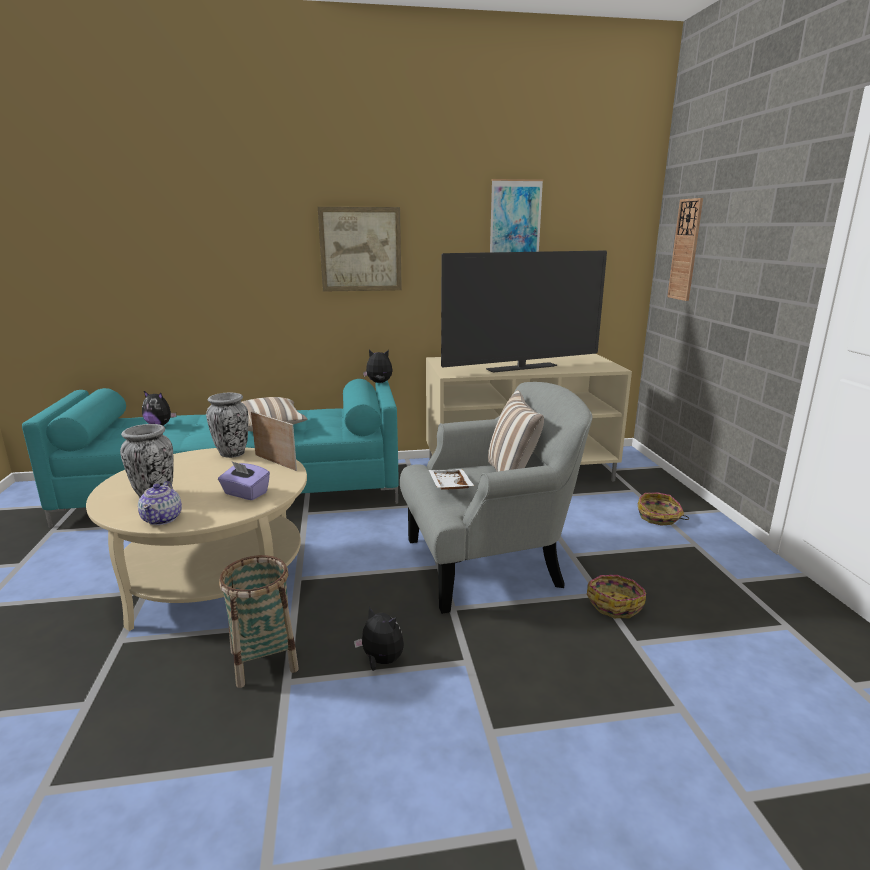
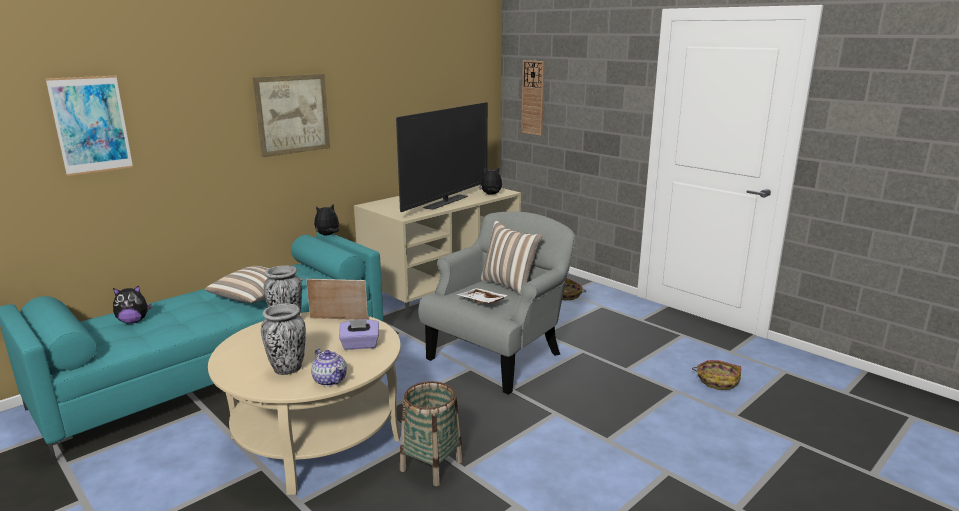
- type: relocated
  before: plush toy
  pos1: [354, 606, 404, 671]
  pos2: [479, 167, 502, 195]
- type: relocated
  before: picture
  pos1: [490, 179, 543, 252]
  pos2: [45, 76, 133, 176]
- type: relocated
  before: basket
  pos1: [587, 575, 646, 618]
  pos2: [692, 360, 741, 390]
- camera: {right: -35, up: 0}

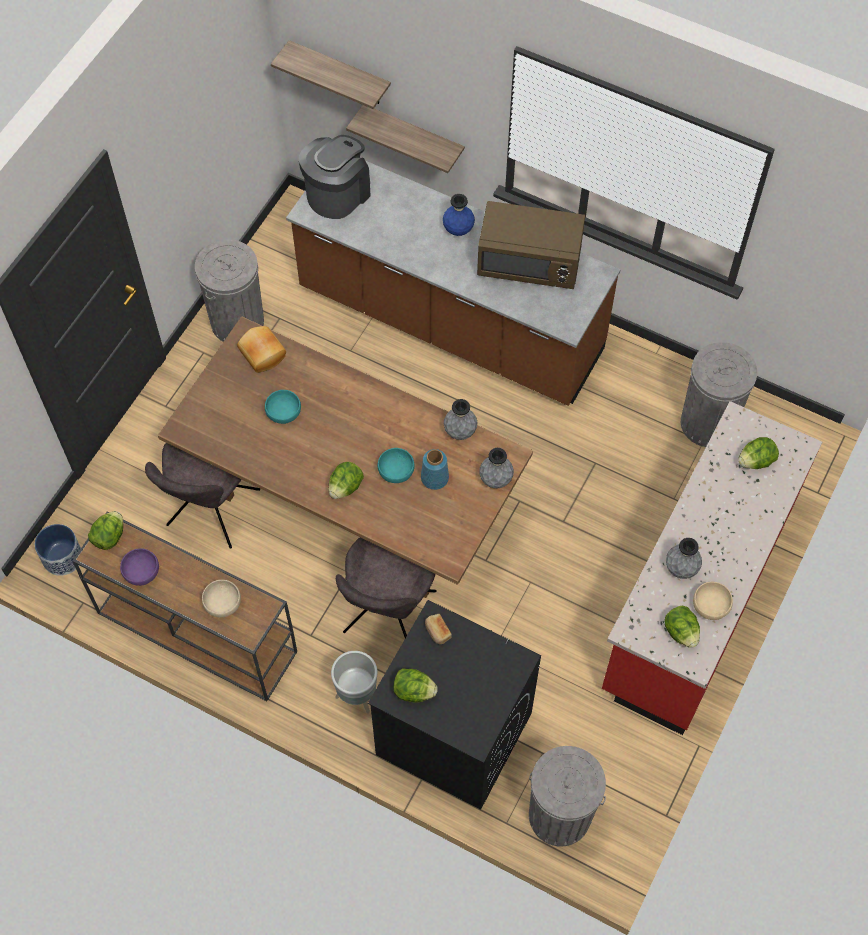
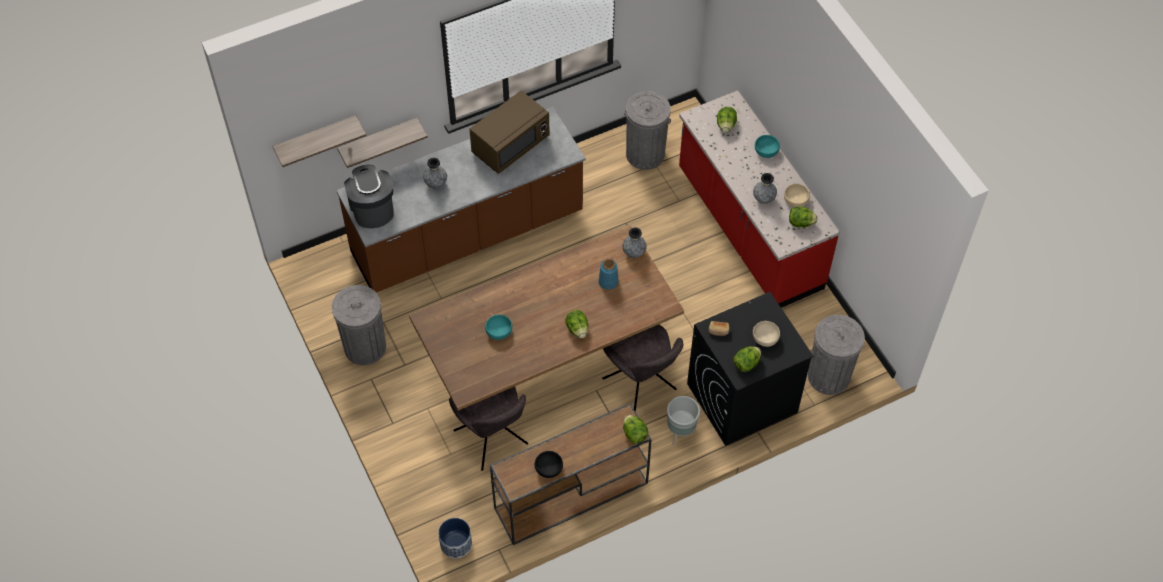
- type: missing
  before: bread
  pos1: [237, 326, 286, 373]
- type: missing
  before: blue vase
  pos1: [443, 194, 475, 236]
- type: relocated
  before: lettuce
  pos1: [88, 511, 123, 550]
  pos2: [623, 415, 648, 444]
- type: relocated
  before: beige bowl
  pos1: [202, 580, 241, 617]
  pos2: [753, 321, 780, 347]
- type: relocated
  before: turquoise bowl
  pos1: [378, 448, 415, 483]
  pos2: [755, 135, 780, 158]
- type: relocated
  before: grey vase
  pos1: [444, 399, 477, 440]
  pos2: [423, 158, 447, 189]
- type: colour
  before: purple bowl
  after: black bowl
  pos1: [120, 548, 159, 586]
  pos2: [535, 451, 563, 478]
- camera: {right: -55, up: -5}

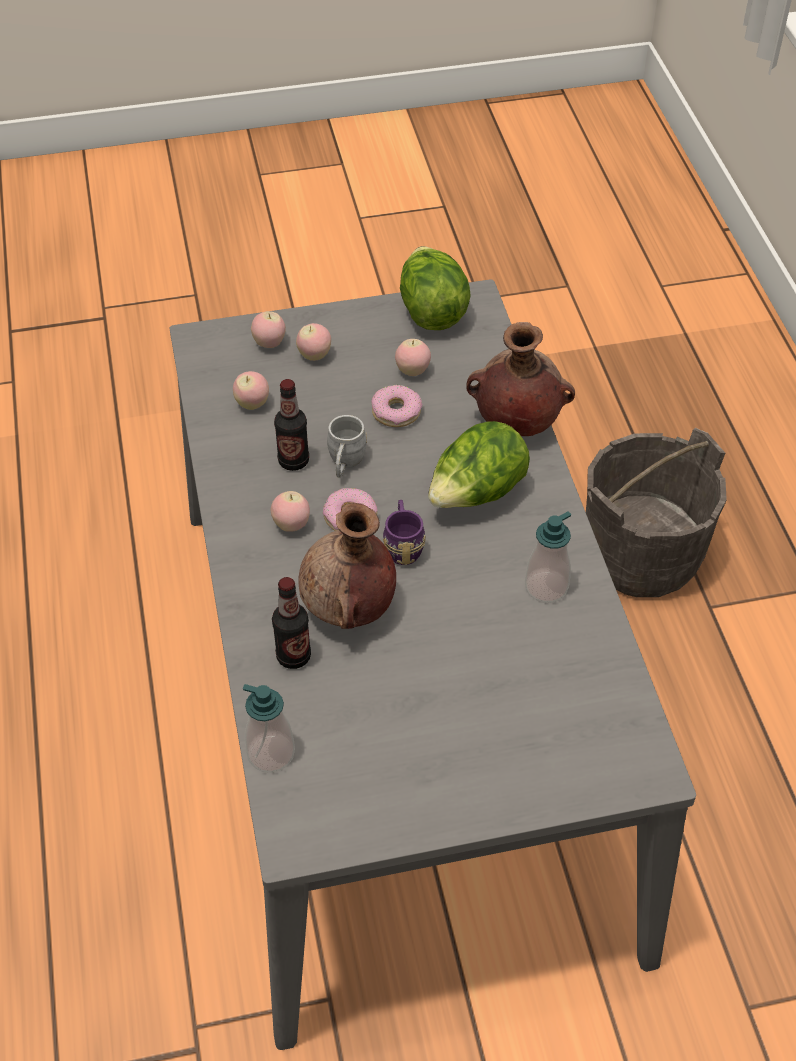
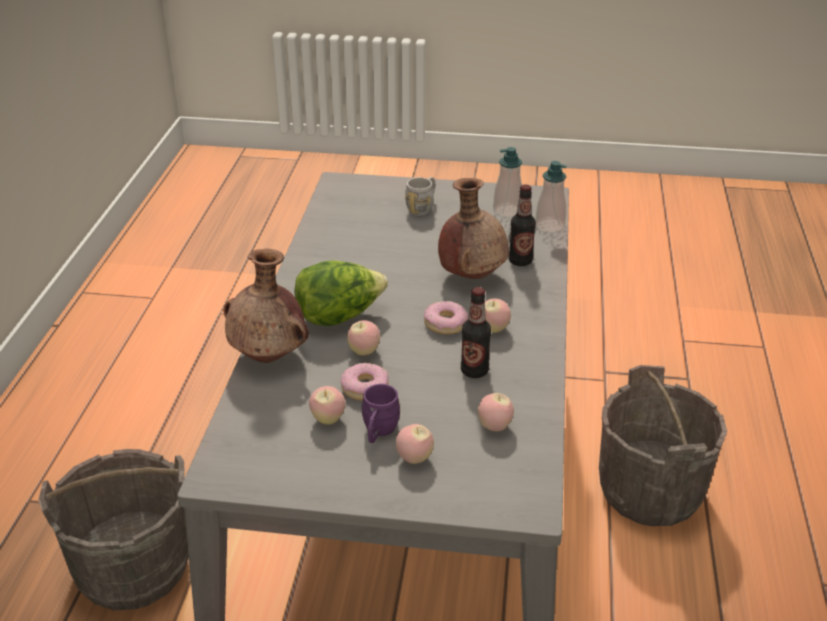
- type: missing
  before: lettuce
  pos1: [400, 246, 471, 330]
- type: appeared
  after: grey bucket
  pos2: [599, 365, 727, 526]
- type: relocated
  before: apple
  pos1: [251, 311, 286, 348]
  pos2: [347, 320, 380, 355]
- type: relocated
  before: grey mug
  pos1: [327, 415, 367, 478]
  pos2: [405, 177, 435, 216]
- type: relocated
  before: purple mug
  pos1: [383, 500, 426, 565]
  pos2: [362, 384, 400, 443]
- type: relocated
  before: soap dispenser
  pos1: [525, 512, 571, 603]
  pos2: [493, 147, 522, 218]
- camera: {right: -160, up: -15}

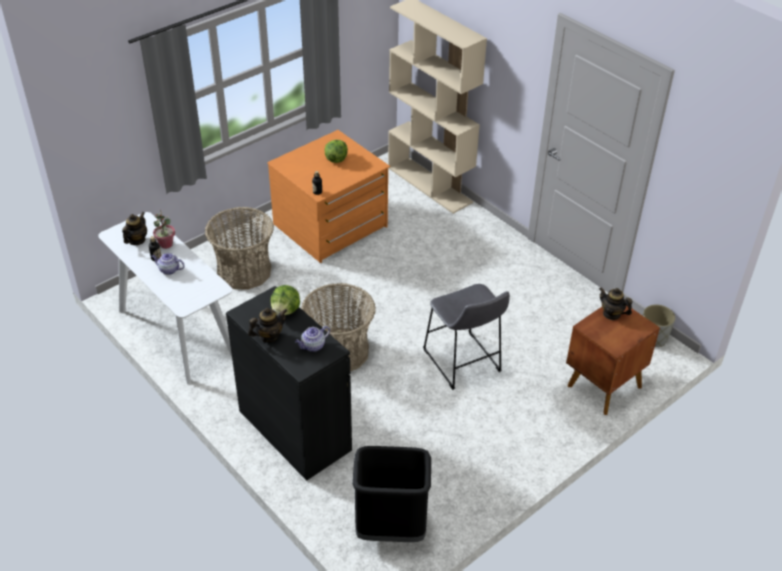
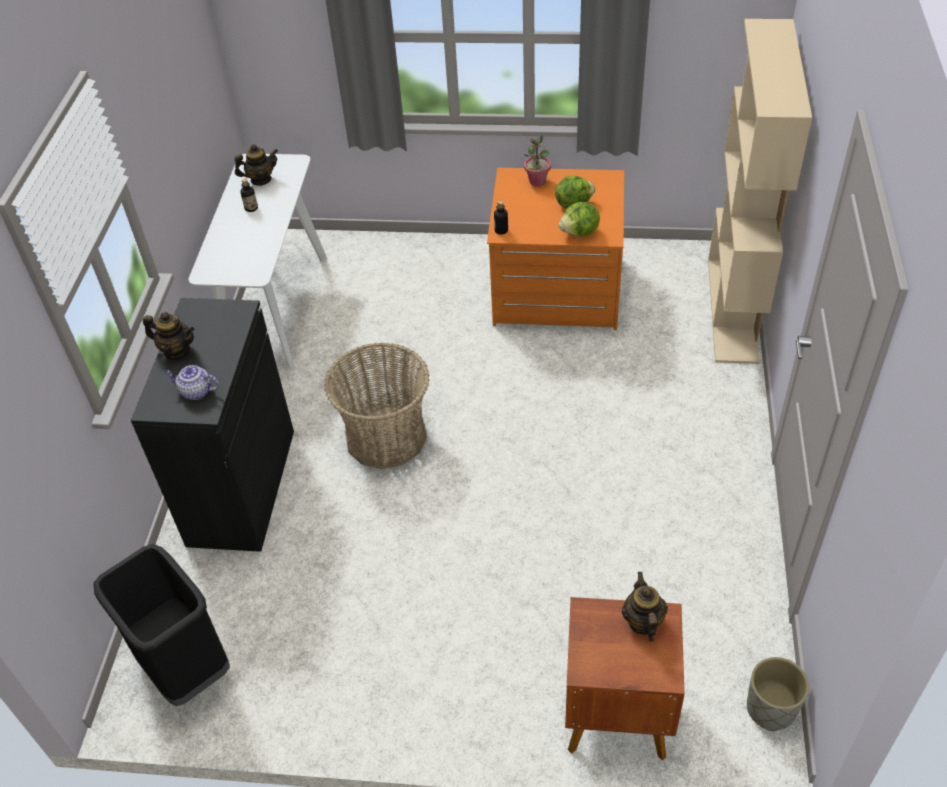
- type: missing
  before: teapot
  pos1: [151, 253, 185, 275]
- type: missing
  before: basket
  pos1: [205, 207, 274, 289]
- type: missing
  before: grey stool
  pos1: [423, 284, 510, 390]
- type: relocated
  before: potted plant
  pos1: [153, 210, 175, 249]
  pos2: [524, 134, 551, 186]
- type: relocated
  before: lettuce
  pos1: [270, 285, 300, 316]
  pos2: [559, 202, 600, 237]
- camera: {right: 50, up: 5}

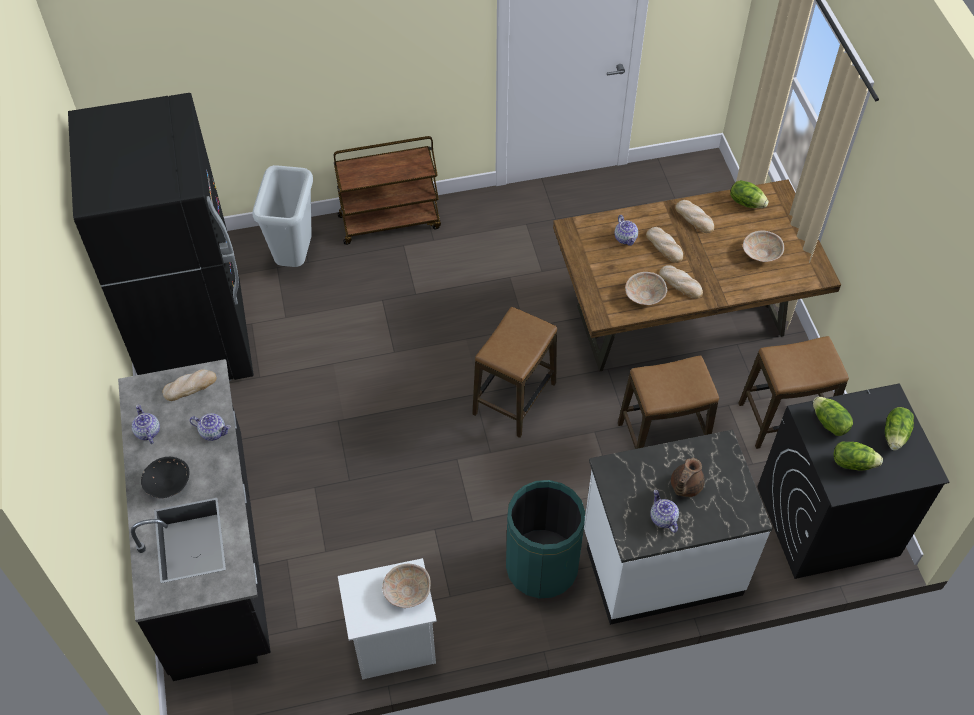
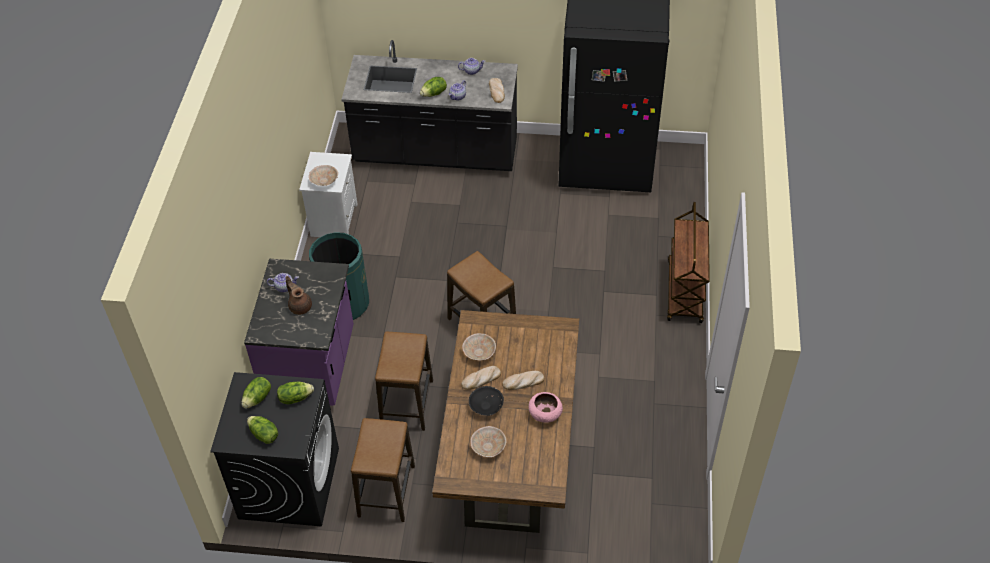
- type: missing
  before: grey trash can
  pos1: [252, 165, 313, 267]
- type: missing
  before: teapot
  pos1: [615, 215, 638, 246]
- type: relocated
  before: black bowl
  pos1: [141, 457, 189, 498]
  pos2: [469, 386, 504, 416]
- type: relocated
  before: lettuce
  pos1: [730, 180, 769, 208]
  pos2: [420, 77, 447, 97]
- type: exchanged
  before: bread
  after: pink bowl
  pos1: [675, 200, 714, 233]
  pos2: [528, 392, 563, 423]
- type: colour
  before: white counter
  after: purple counter
  pos1: [584, 430, 773, 625]
  pos2: [244, 259, 354, 406]
- camera: {right: 110, up: -5}

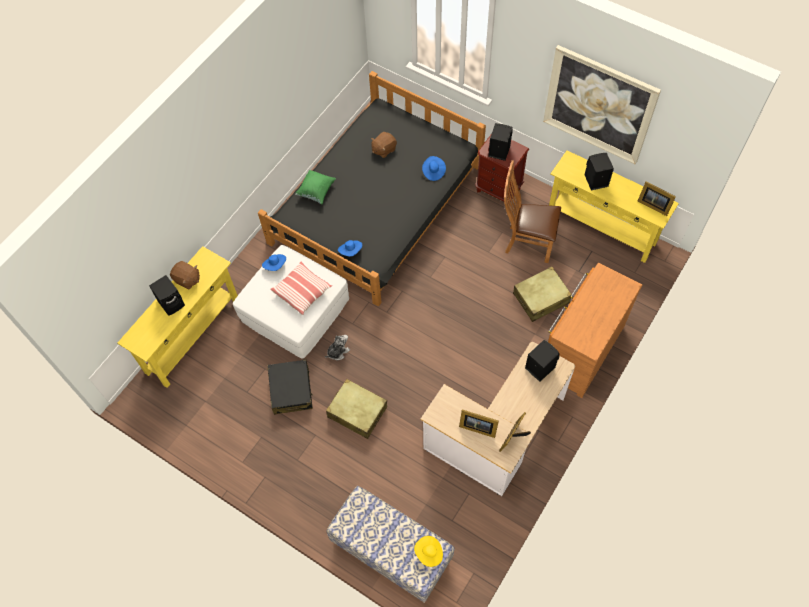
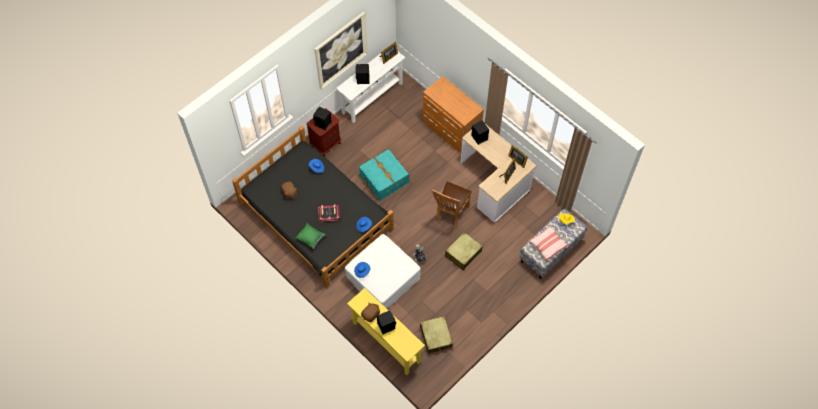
- type: missing
  before: black suitcase
  pos1: [267, 360, 313, 415]
- type: appeared
  after: book
  pos2: [318, 204, 340, 223]
- type: appeared
  after: turquoise storage box
  pos2: [359, 149, 409, 201]
- type: relocated
  before: pillow
  pos1: [270, 261, 332, 315]
  pos2: [529, 226, 568, 261]
- type: relocated
  before: brown chair
  pos1: [504, 160, 561, 263]
  pos2: [432, 182, 472, 228]
- type: relocated
  before: beige suitcase
  pos1: [513, 266, 572, 322]
  pos2: [420, 316, 453, 354]
- type: colour
  before: yellow console table
  after: white console table
  pos1: [549, 150, 679, 263]
  pos2: [336, 52, 405, 123]
- camera: {right: -80, up: 0}

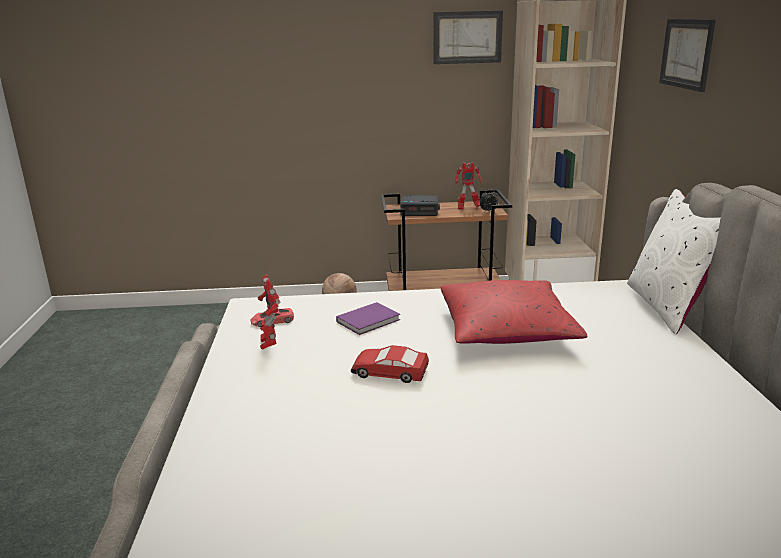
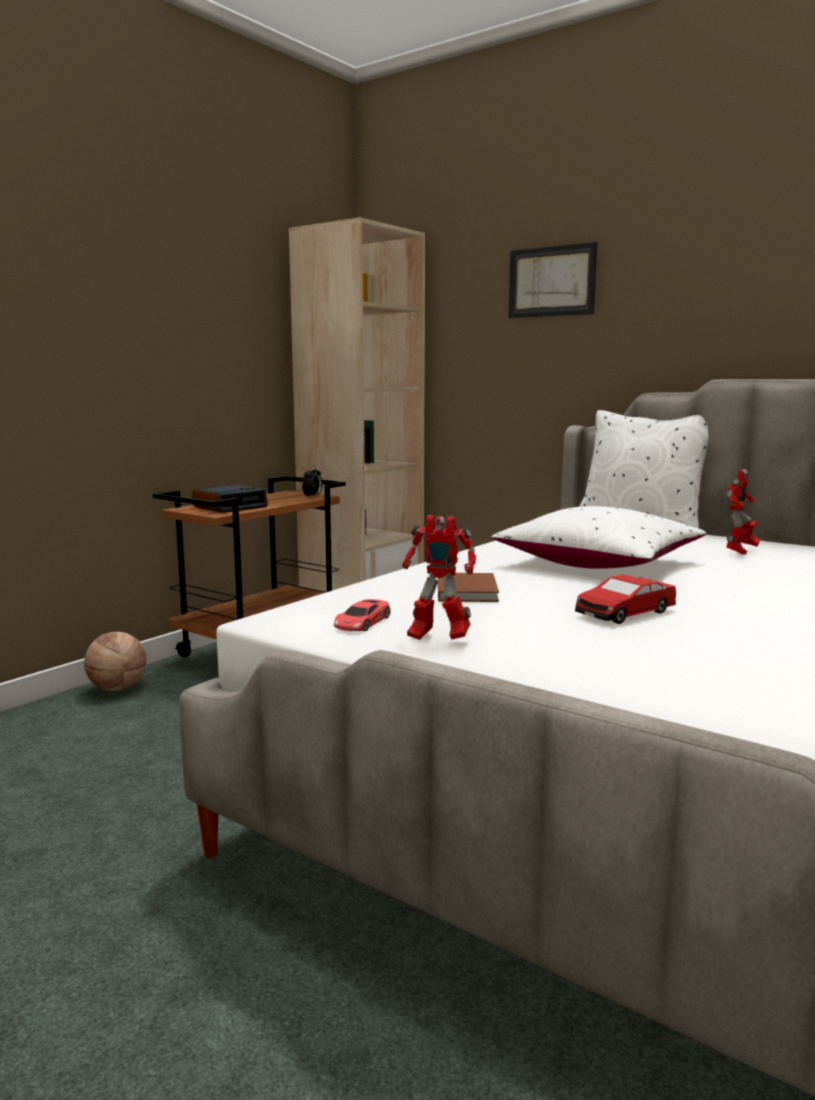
- type: missing
  before: picture
  pos1: [434, 11, 503, 64]
- type: relocated
  before: toy robot
  pos1: [455, 162, 482, 210]
  pos2: [726, 469, 760, 554]
- type: colour
  before: purple book
  after: brown book
  pos1: [336, 302, 400, 335]
  pos2: [438, 573, 499, 602]
- type: colour
  before: red pillow
  after: white pillow
  pos1: [440, 280, 587, 344]
  pos2: [492, 506, 706, 569]
- camera: {right: -50, up: -10}

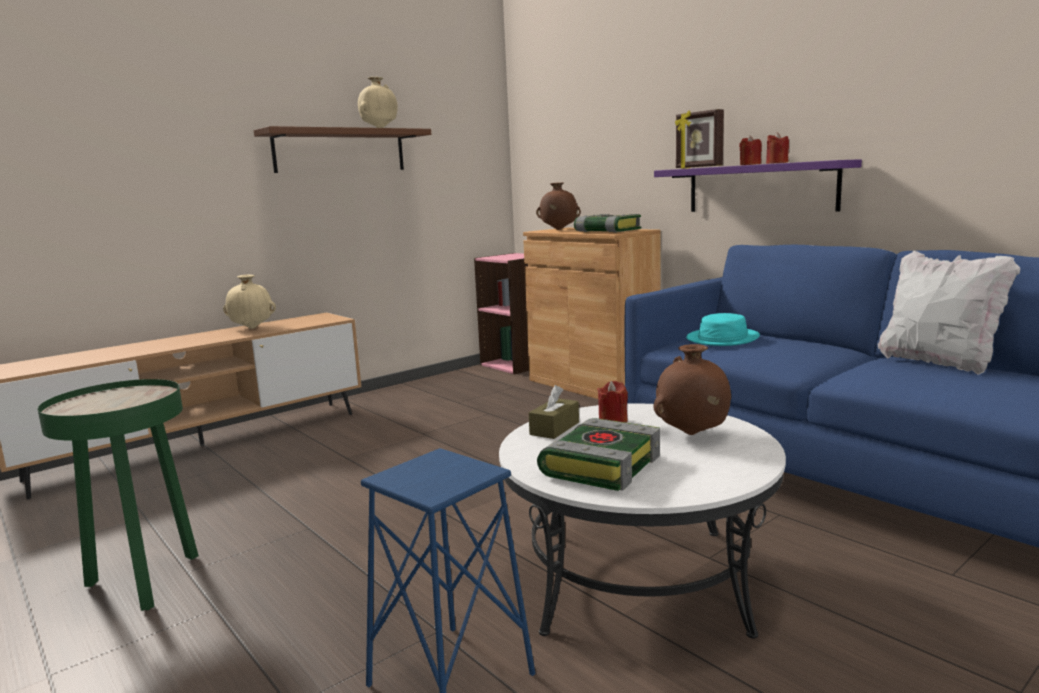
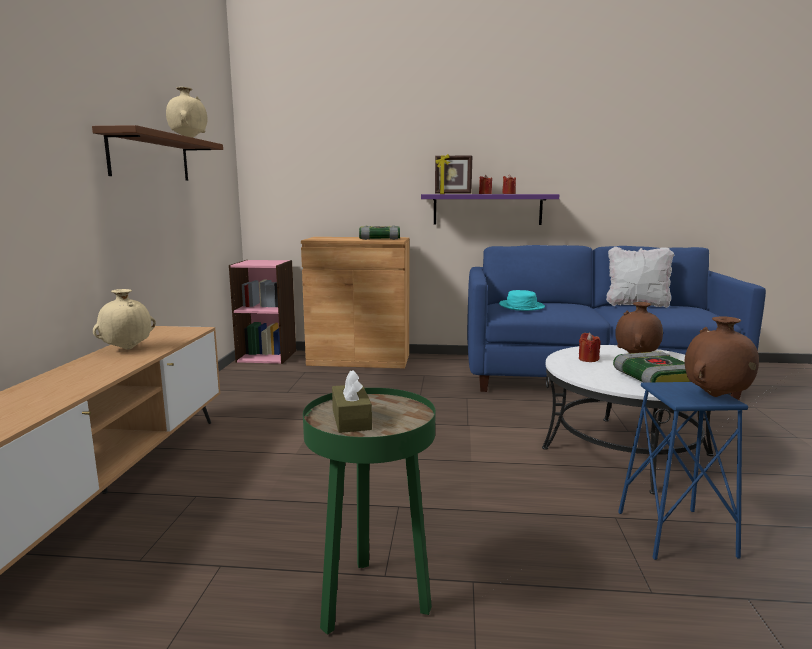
- type: relocated
  before: brown tissue box
  pos1: [529, 385, 579, 439]
  pos2: [332, 370, 372, 433]
- type: relocated
  before: brown vase
  pos1: [536, 182, 581, 230]
  pos2: [684, 316, 759, 397]
- camera: {right: -45, up: 0}

